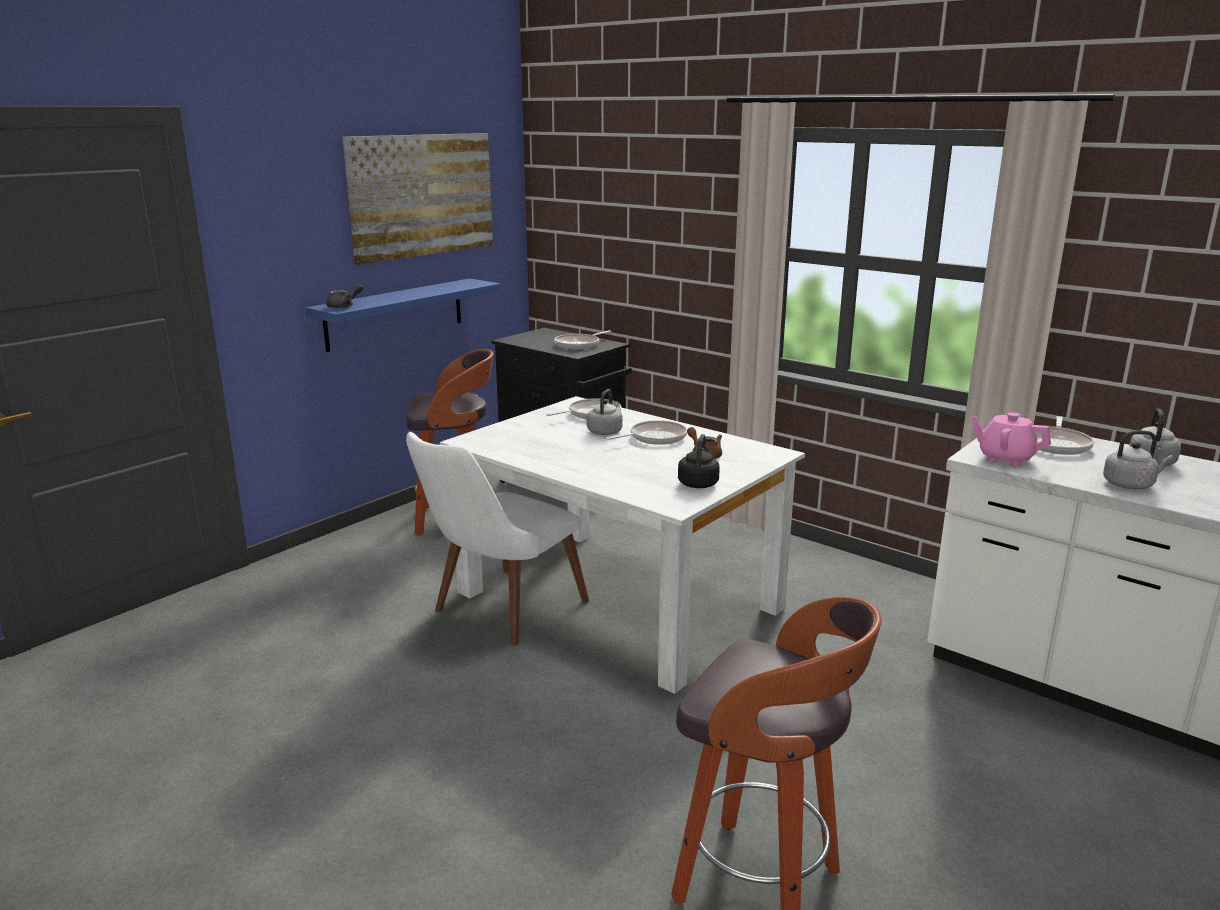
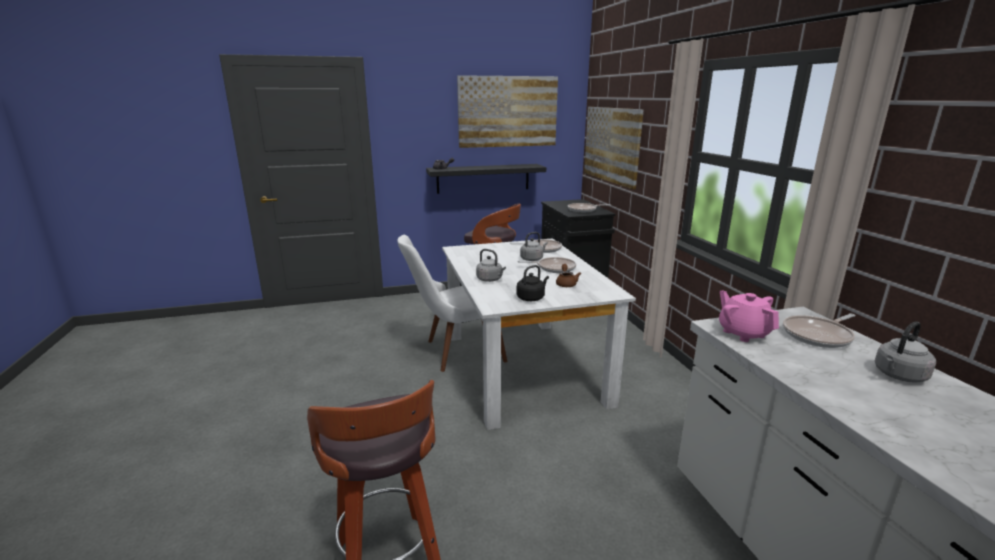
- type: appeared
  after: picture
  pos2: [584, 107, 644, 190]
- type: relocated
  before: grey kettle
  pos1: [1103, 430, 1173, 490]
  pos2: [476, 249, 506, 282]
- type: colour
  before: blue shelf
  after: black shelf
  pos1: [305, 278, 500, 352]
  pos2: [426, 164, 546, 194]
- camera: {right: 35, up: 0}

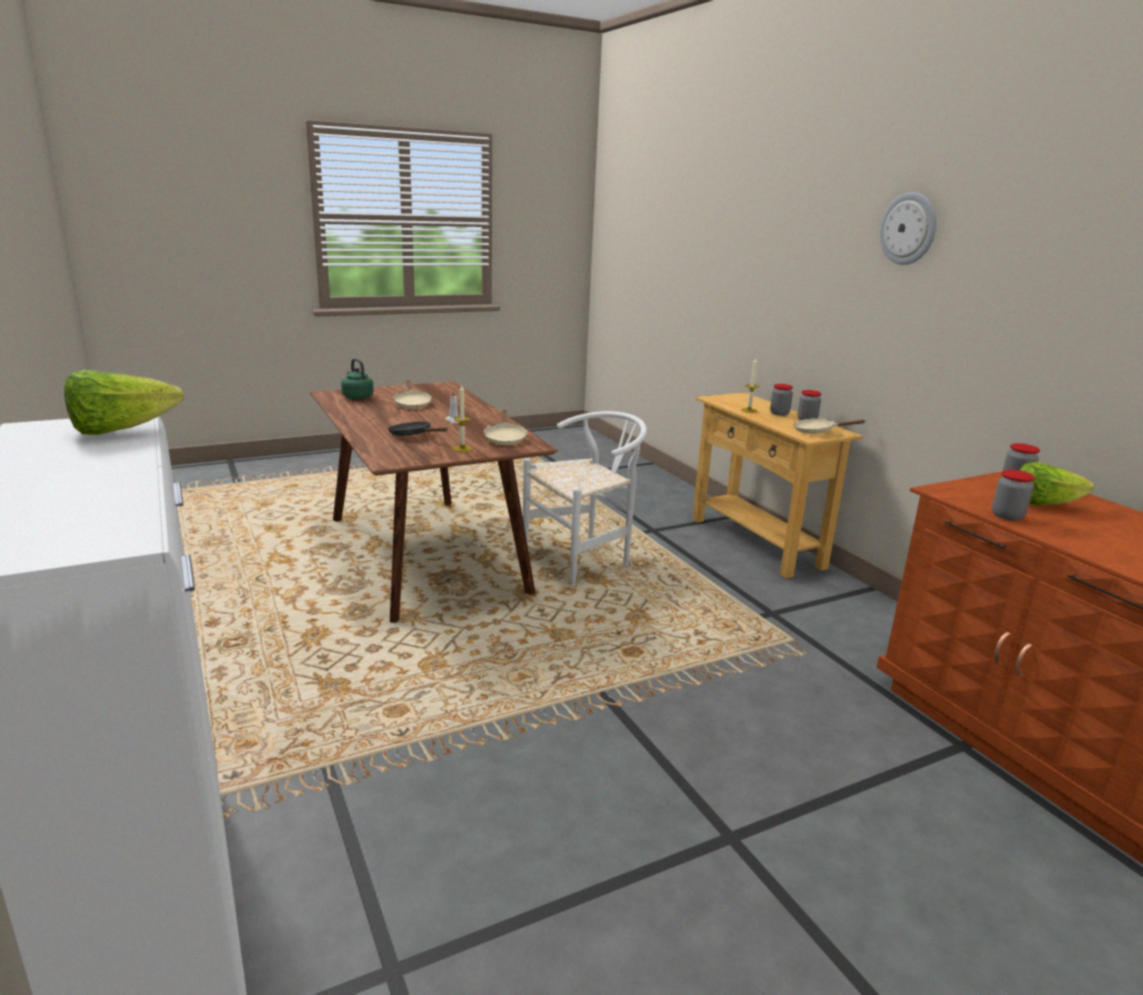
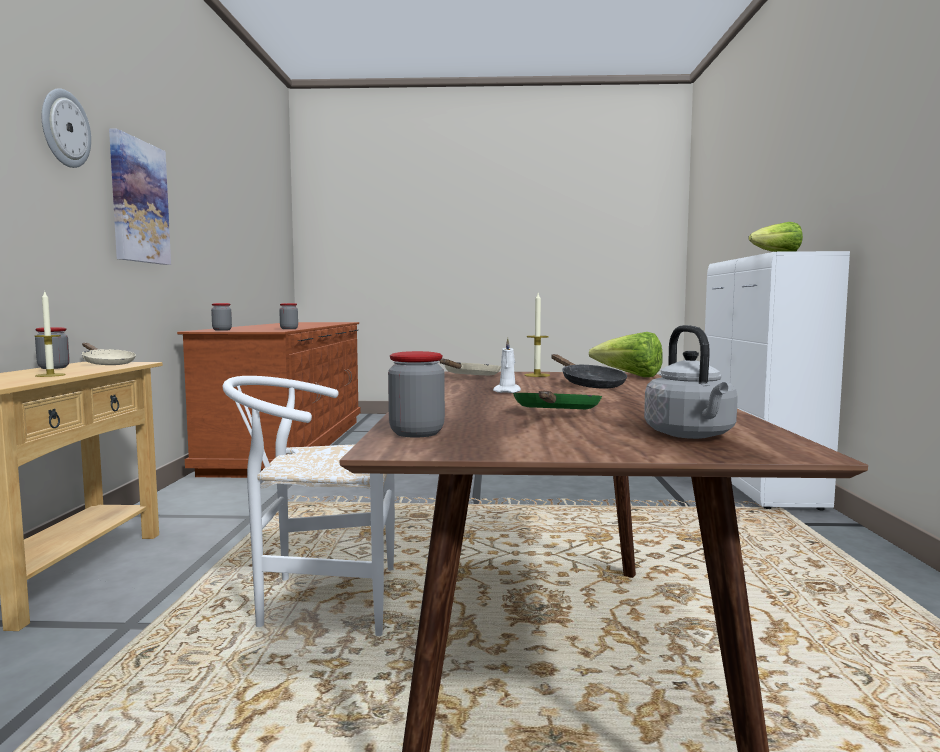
- type: appeared
  after: picture
  pos2: [109, 129, 171, 265]
- type: relocated
  before: jar
  pos1: [770, 384, 793, 416]
  pos2: [388, 351, 445, 438]
- type: relocated
  before: lettuce
  pos1: [1019, 462, 1094, 505]
  pos2: [589, 332, 663, 377]
- type: colour
  before: green kettle
  after: grey kettle
  pos1: [341, 358, 374, 399]
  pos2: [644, 325, 738, 439]
- type: colour
  before: beige frying pan
  after: green frying pan
  pos1: [393, 380, 432, 409]
  pos2: [513, 391, 602, 409]
- camera: {right: -150, up: -15}

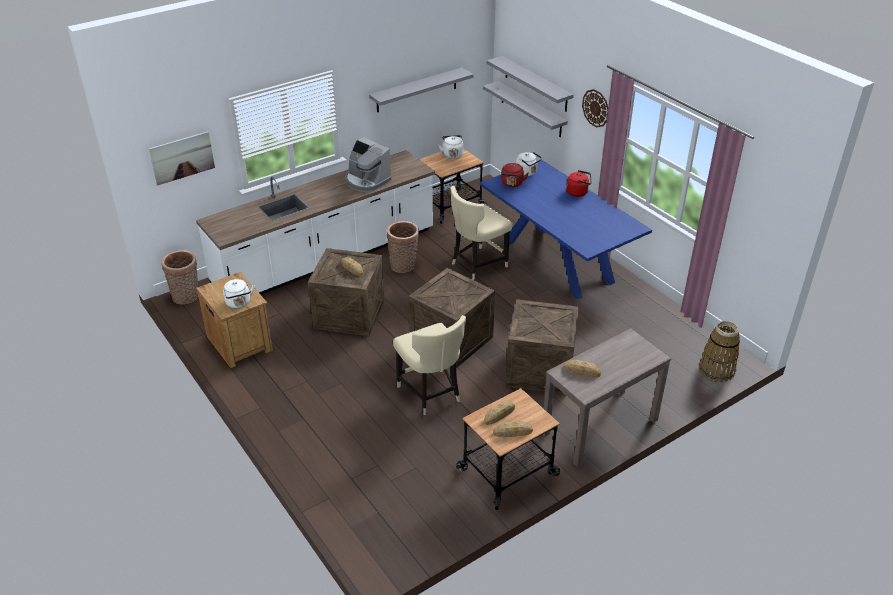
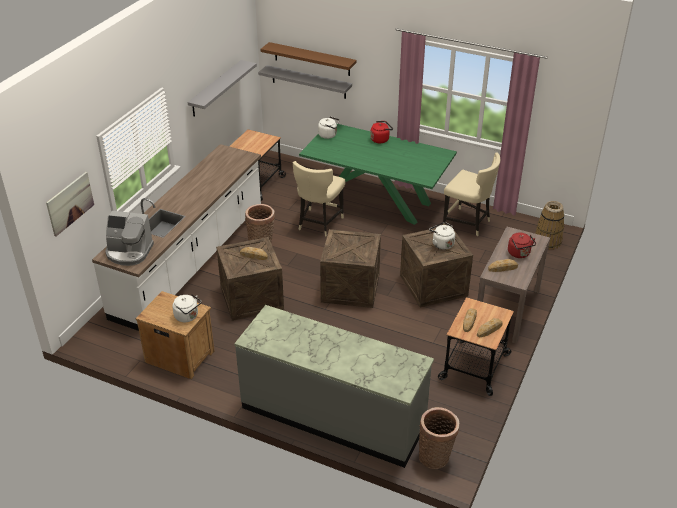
- type: missing
  before: wall clock
  pos1: [582, 89, 608, 128]
- type: appeared
  after: grey counter
  pos2: [234, 305, 434, 468]
- type: relocated
  before: basket
  pos1: [161, 250, 198, 305]
  pos2: [419, 407, 459, 469]
- type: relocated
  before: coffee machine
  pos1: [345, 137, 391, 192]
  pos2: [106, 211, 154, 266]
- type: relocated
  before: beige chair
  pos1: [393, 315, 466, 415]
  pos2: [443, 153, 500, 236]
- type: relocated
  before: white kettle
  pos1: [439, 135, 464, 159]
  pos2: [429, 222, 455, 250]
- type: relocated
  before: red kettle
  pos1: [501, 163, 528, 187]
  pos2: [508, 233, 536, 258]
- type: colour
  before: blue dining table
  after: green dining table
  pos1: [480, 160, 652, 299]
  pos2: [299, 124, 457, 225]
- type: colour
  before: grey shelf
  after: brown shelf
  pos1: [486, 56, 574, 112]
  pos2: [261, 42, 357, 76]
- camera: {right: -30, up: 0}

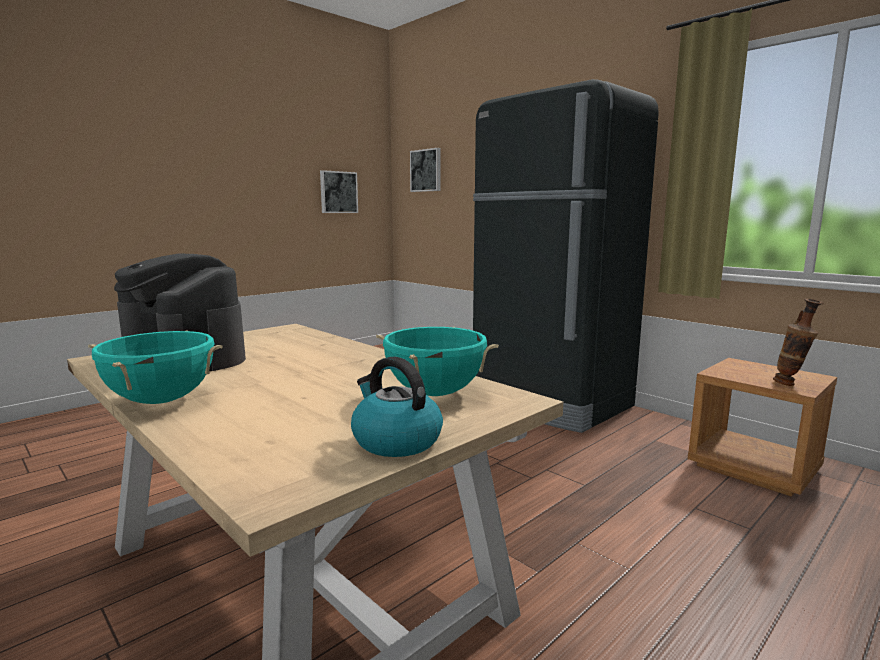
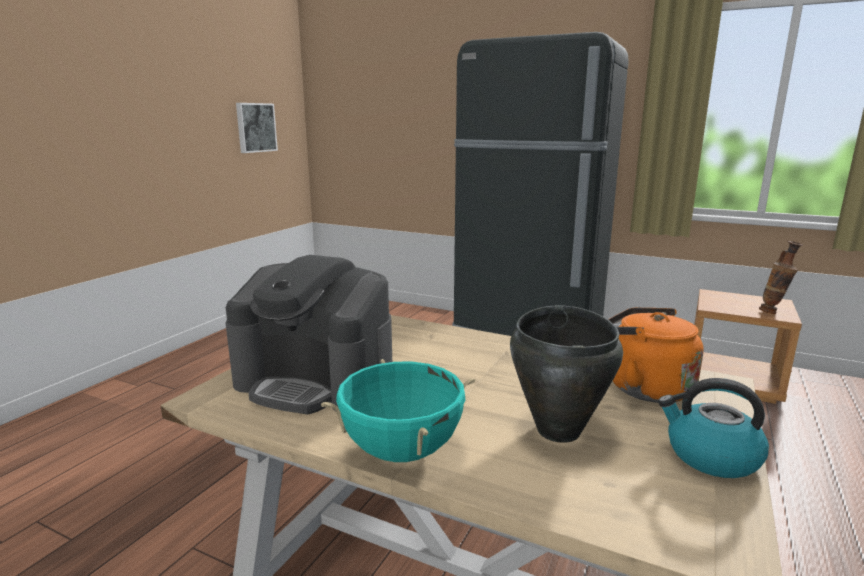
- type: missing
  before: picture
  pos1: [410, 148, 441, 192]
- type: appeared
  after: black cooking pot
  pos2: [510, 305, 623, 443]
- type: exchanged
  before: turquoise cooking pot
  after: orange kettle
  pos1: [376, 327, 499, 396]
  pos2: [608, 308, 703, 403]
- camera: {right: -20, up: 5}

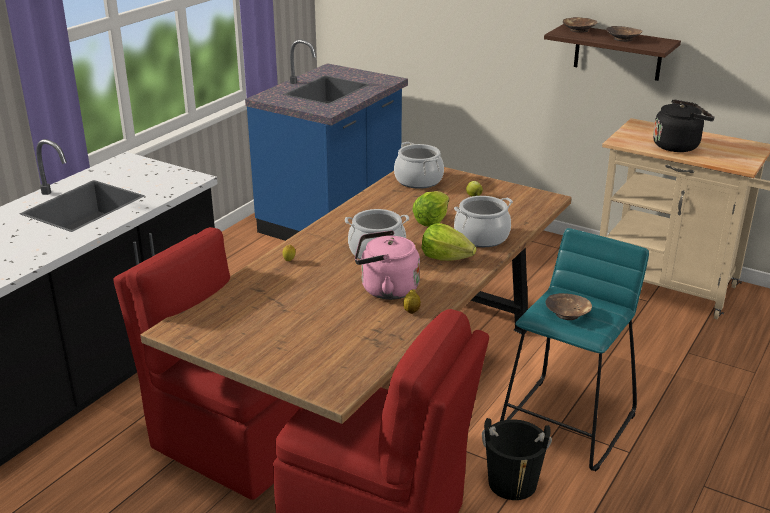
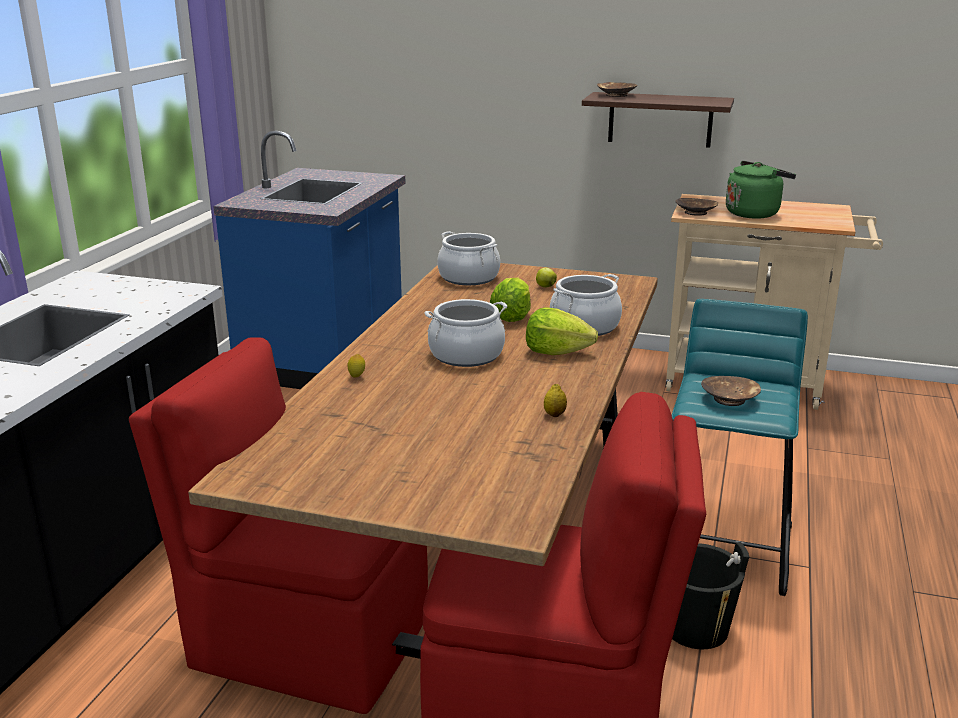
- type: missing
  before: pink kettle
  pos1: [355, 230, 420, 300]
- type: relocated
  before: brown bowl
  pos1: [606, 26, 642, 42]
  pos2: [675, 198, 718, 216]
- type: colour
  before: black kettle
  after: green kettle
  pos1: [653, 99, 715, 152]
  pos2: [726, 161, 796, 219]
- camera: {right: -15, up: -5}

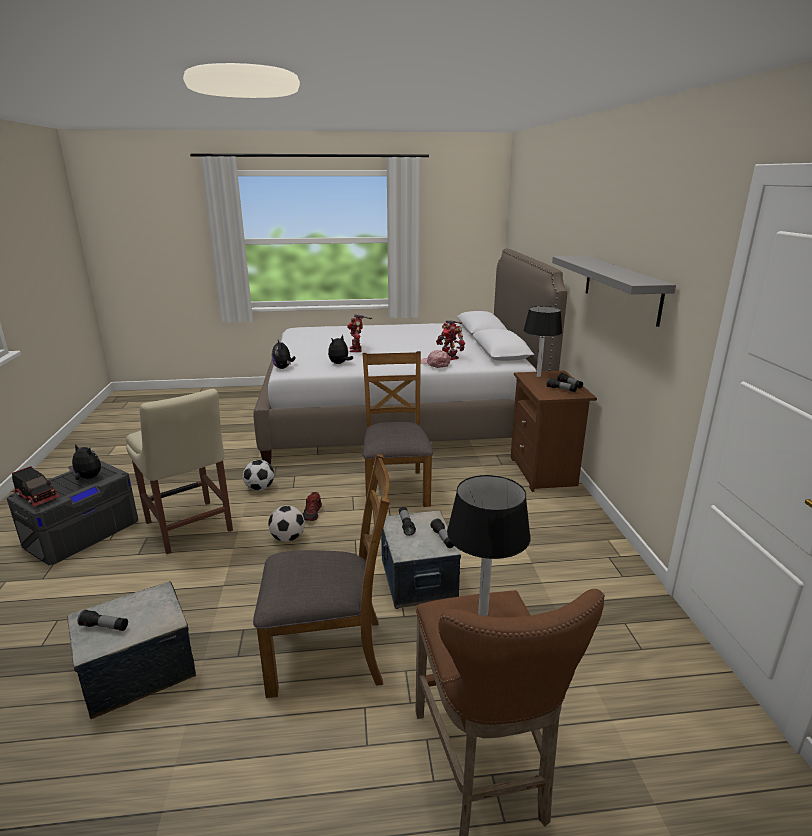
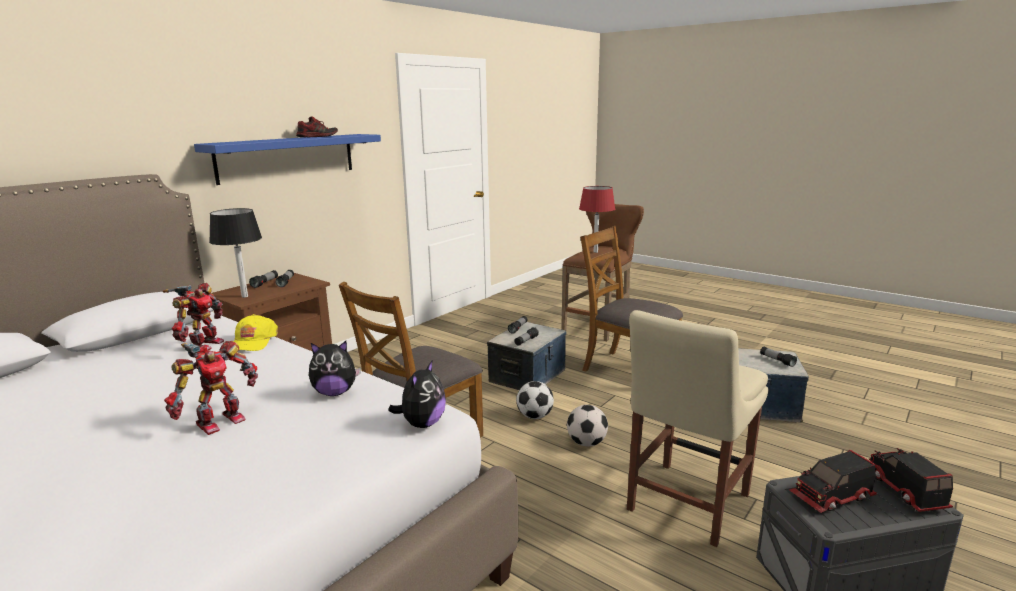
- type: relocated
  before: football
  pos1: [243, 460, 274, 490]
  pos2: [516, 381, 554, 419]
- type: relocated
  before: shoe
  pos1: [303, 492, 322, 521]
  pos2: [296, 117, 338, 137]
- type: exchanged
  before: plush toy
  after: toy truck
  pos1: [68, 444, 101, 480]
  pos2: [789, 450, 877, 513]
- type: colour
  before: pink cap
  after: yellow cap
  pos1: [421, 350, 450, 368]
  pos2: [234, 314, 278, 351]
- type: colour
  before: black table lamp
  after: red table lamp
  pos1: [447, 475, 531, 616]
  pos2: [579, 186, 615, 253]
- type: colour
  before: grey shelf
  after: blue shelf
  pos1: [552, 256, 676, 327]
  pos2: [194, 134, 381, 185]
- type: spun
  before: beige chair
  pos1: [126, 389, 233, 554]
  pos2: [627, 310, 768, 547]
  turn: -150
- camera: {right: -135, up: -5}

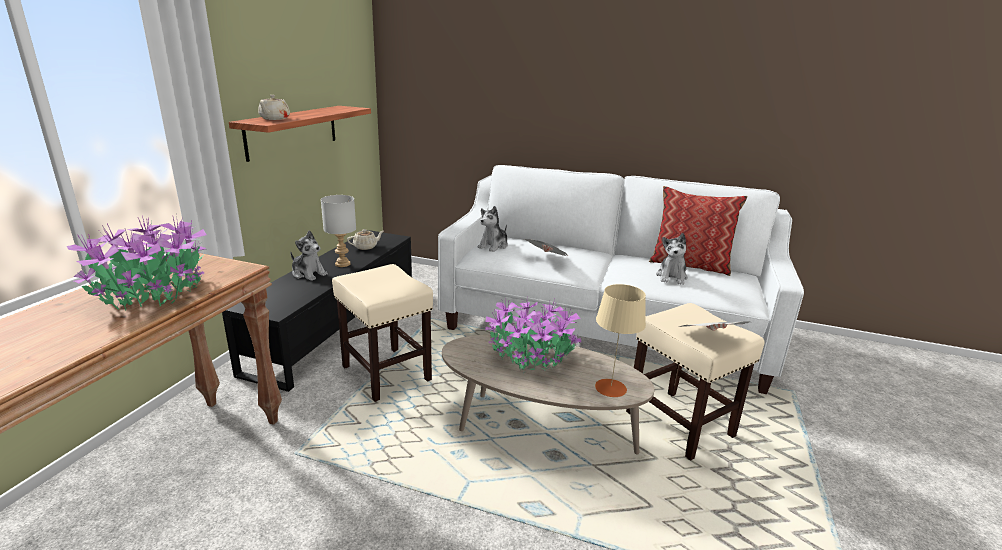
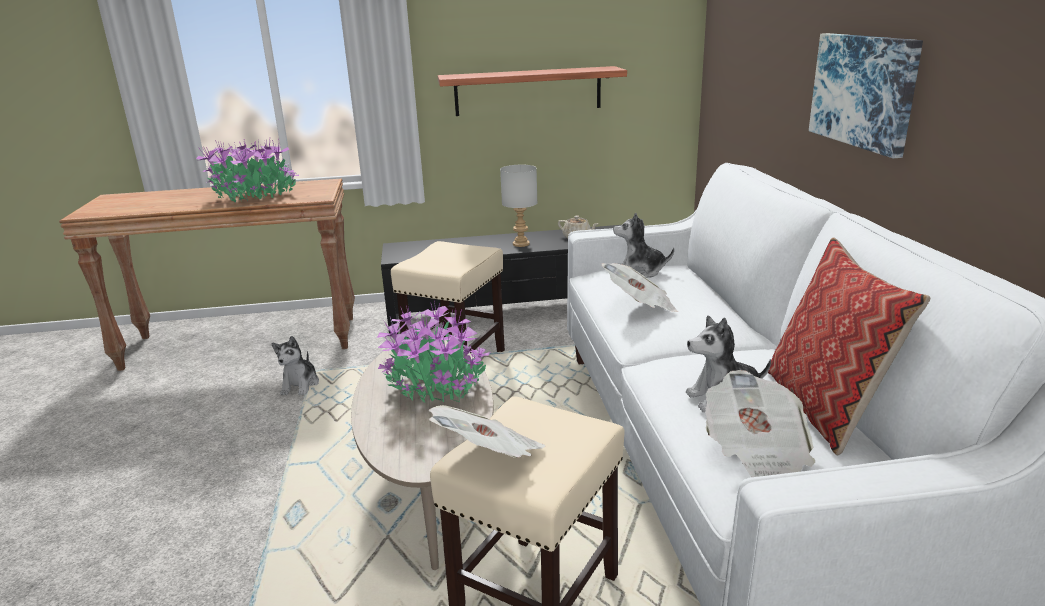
- type: missing
  before: beige teapot
  pos1: [258, 95, 290, 120]
- type: missing
  before: beige table lamp
  pos1: [595, 284, 646, 397]
- type: appeared
  after: newspaper
  pos2: [705, 370, 815, 477]
- type: appeared
  after: picture
  pos2: [809, 33, 923, 158]
- type: relocated
  before: plush toy
  pos1: [290, 230, 328, 281]
  pos2: [272, 336, 319, 395]
- camera: {right: 65, up: 0}

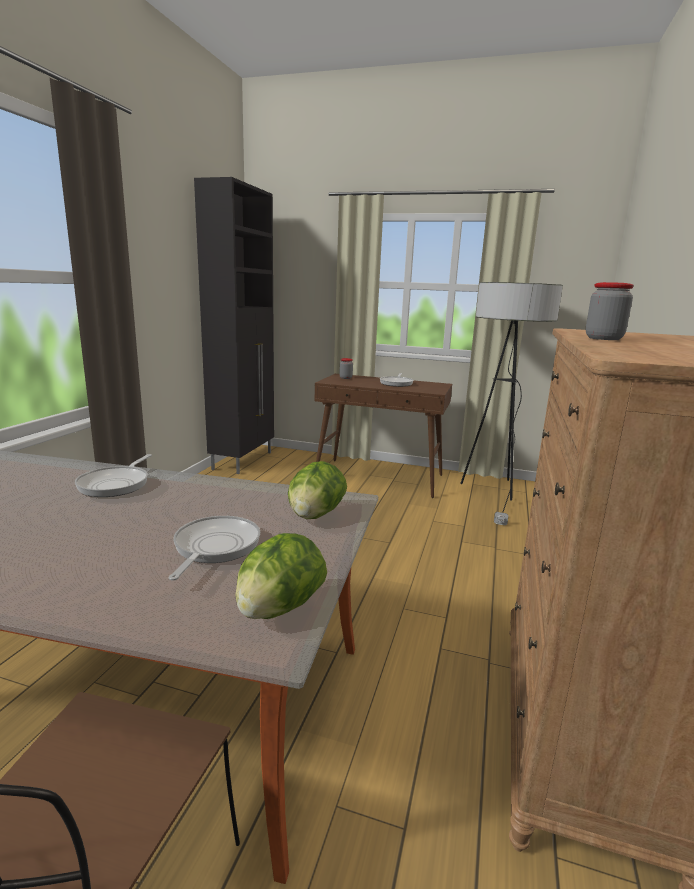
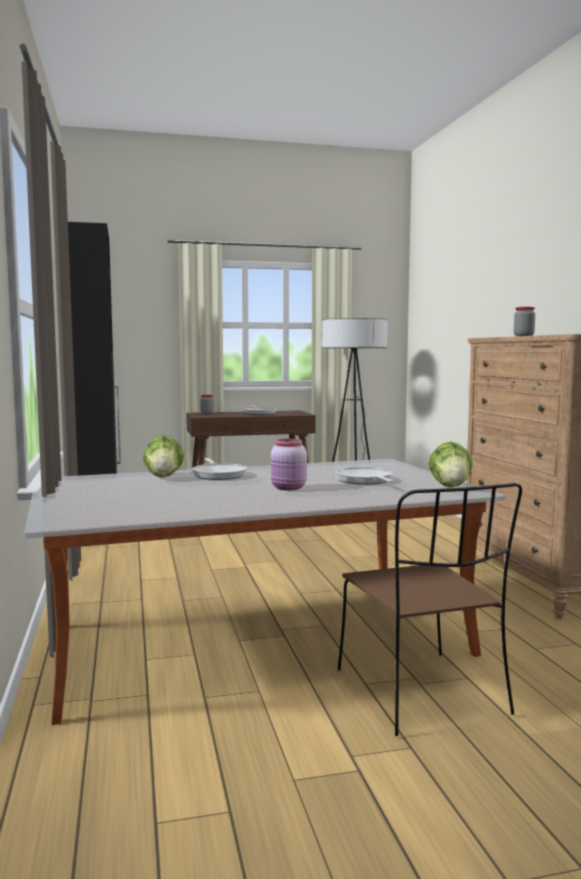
- type: appeared
  after: pink jar
  pos2: [271, 439, 307, 490]
- type: relocated
  before: lettuce
  pos1: [288, 461, 347, 519]
  pos2: [143, 435, 184, 478]
- camera: {right: -30, up: -10}

